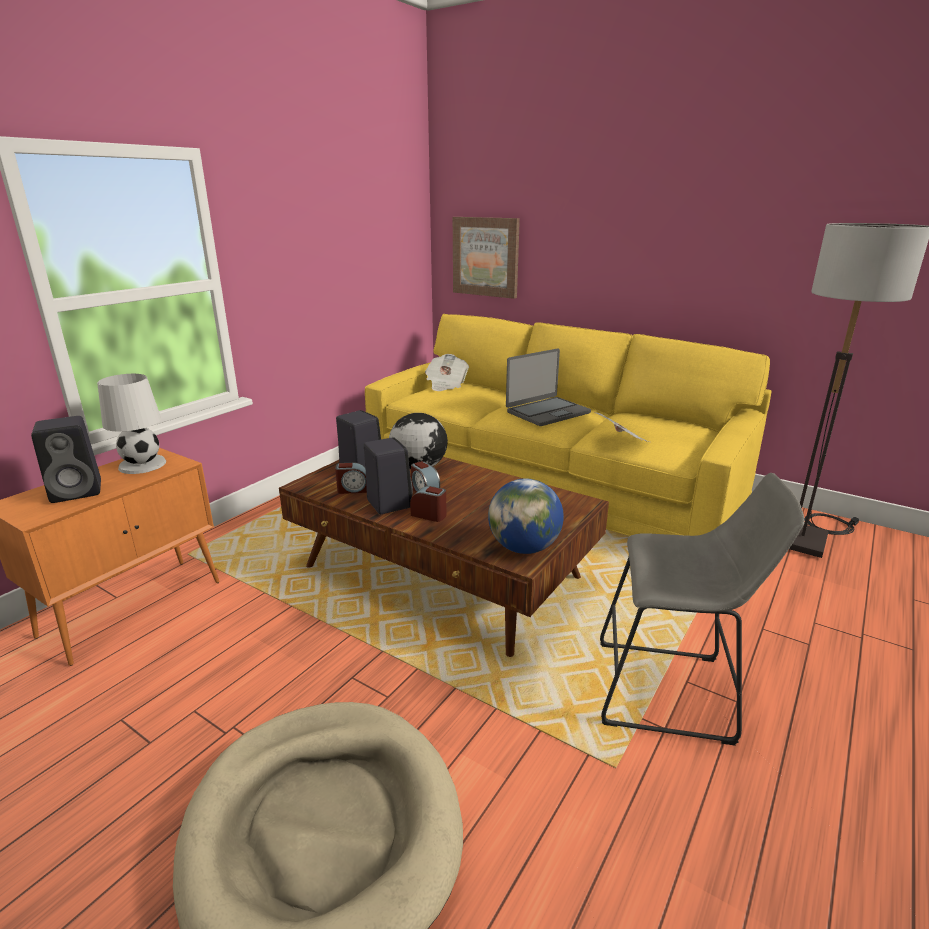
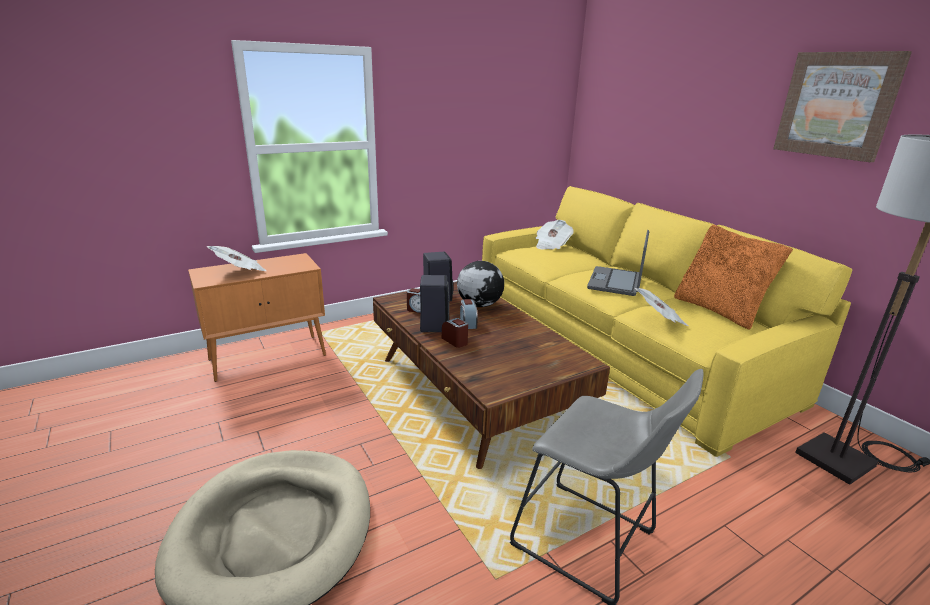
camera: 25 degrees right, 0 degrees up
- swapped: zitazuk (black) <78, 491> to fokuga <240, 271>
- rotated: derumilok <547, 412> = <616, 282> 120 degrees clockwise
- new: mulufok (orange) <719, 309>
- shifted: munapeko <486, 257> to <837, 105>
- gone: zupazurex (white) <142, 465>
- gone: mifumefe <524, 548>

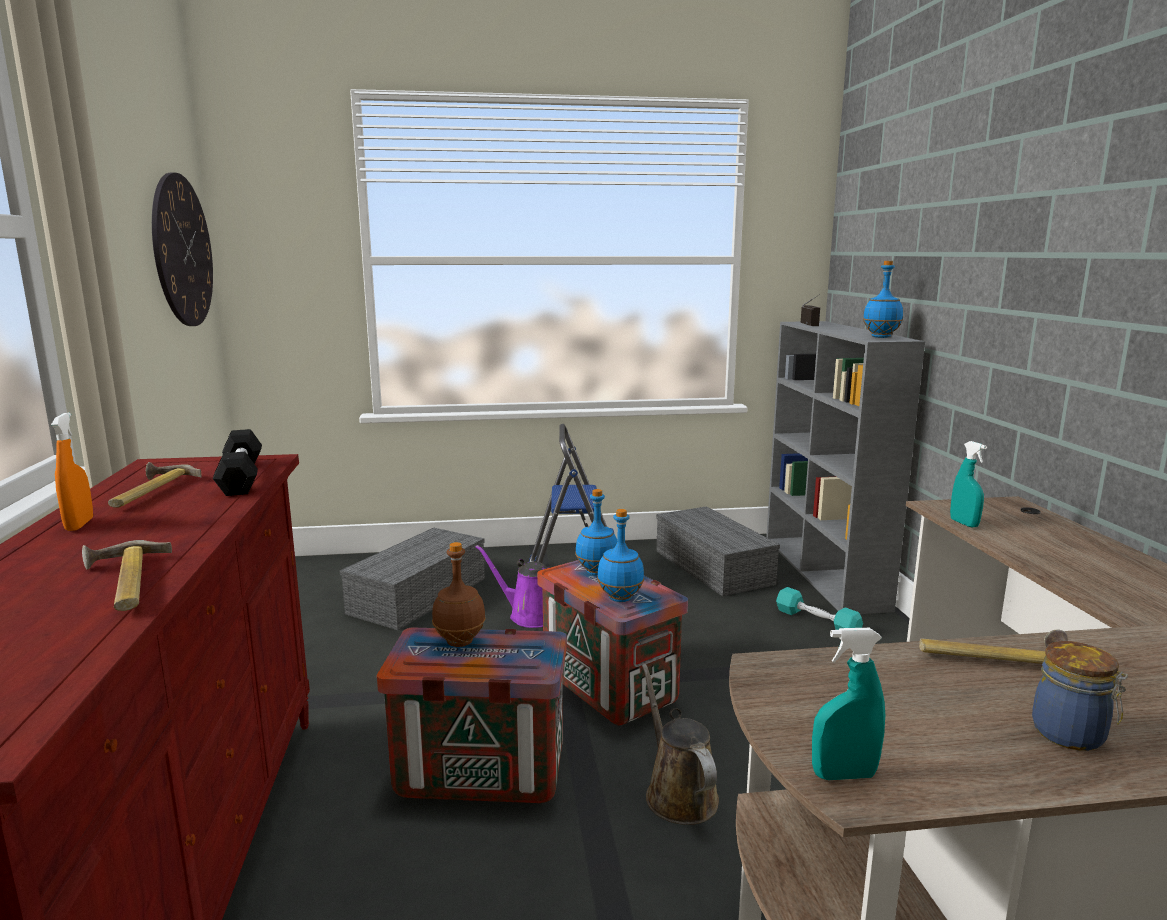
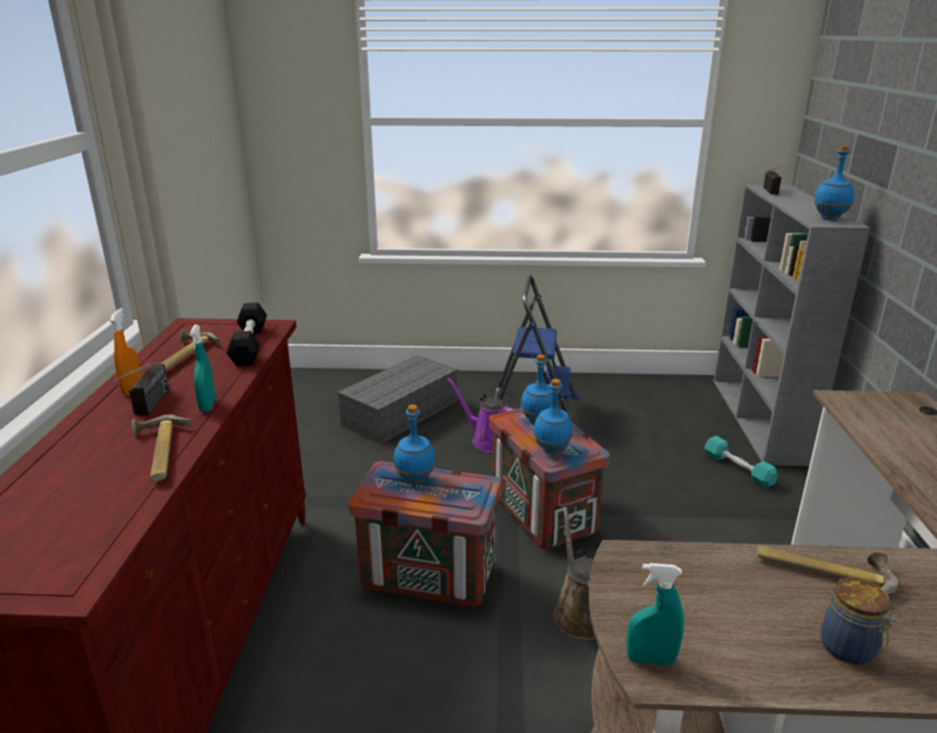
camera: 10 degrees right, 10 degrees up
- new: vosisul <148, 409>
- shifted: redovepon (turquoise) <964, 523> to <208, 406>
- repainted: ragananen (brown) <460, 642> to ragananen (blue) <415, 479>
- gone: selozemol <182, 251>
- gone: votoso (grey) <715, 567>

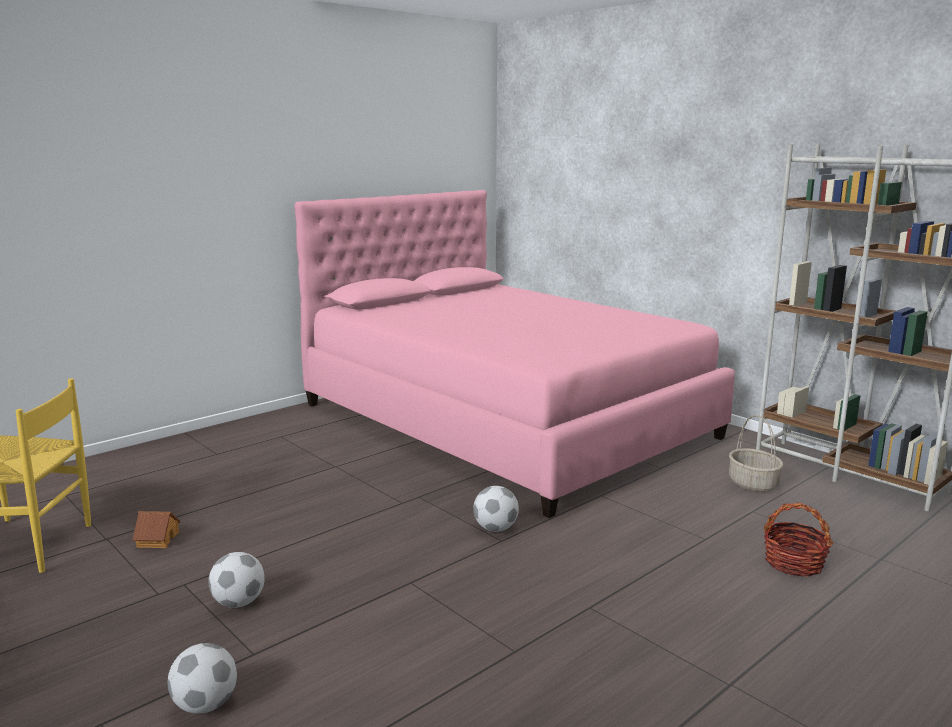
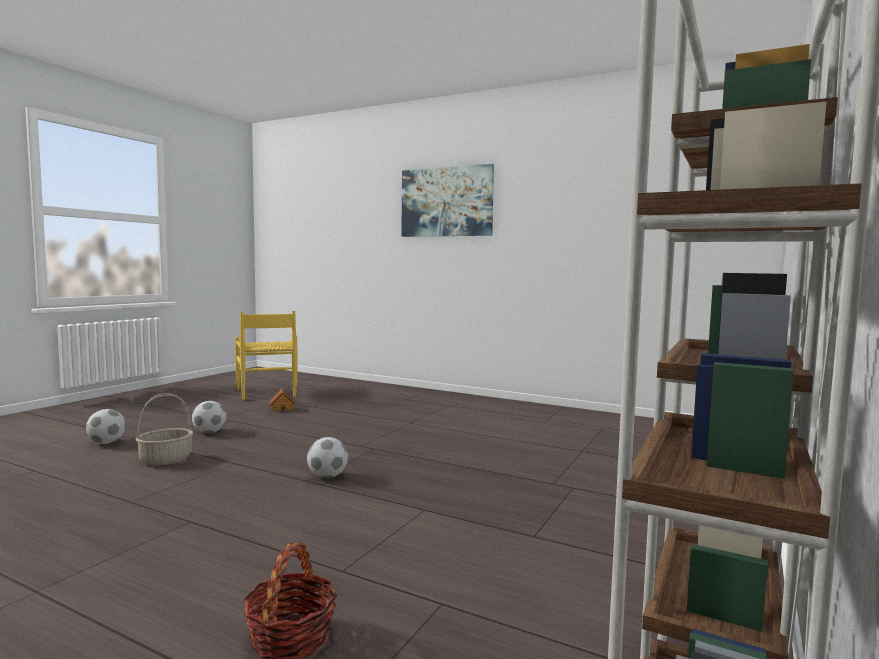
camera: 70 degrees right, 10 degrees down
- shifted: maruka <752, 484> to <166, 459>
- new: munapeko <446, 202>
- gone: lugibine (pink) <504, 420>

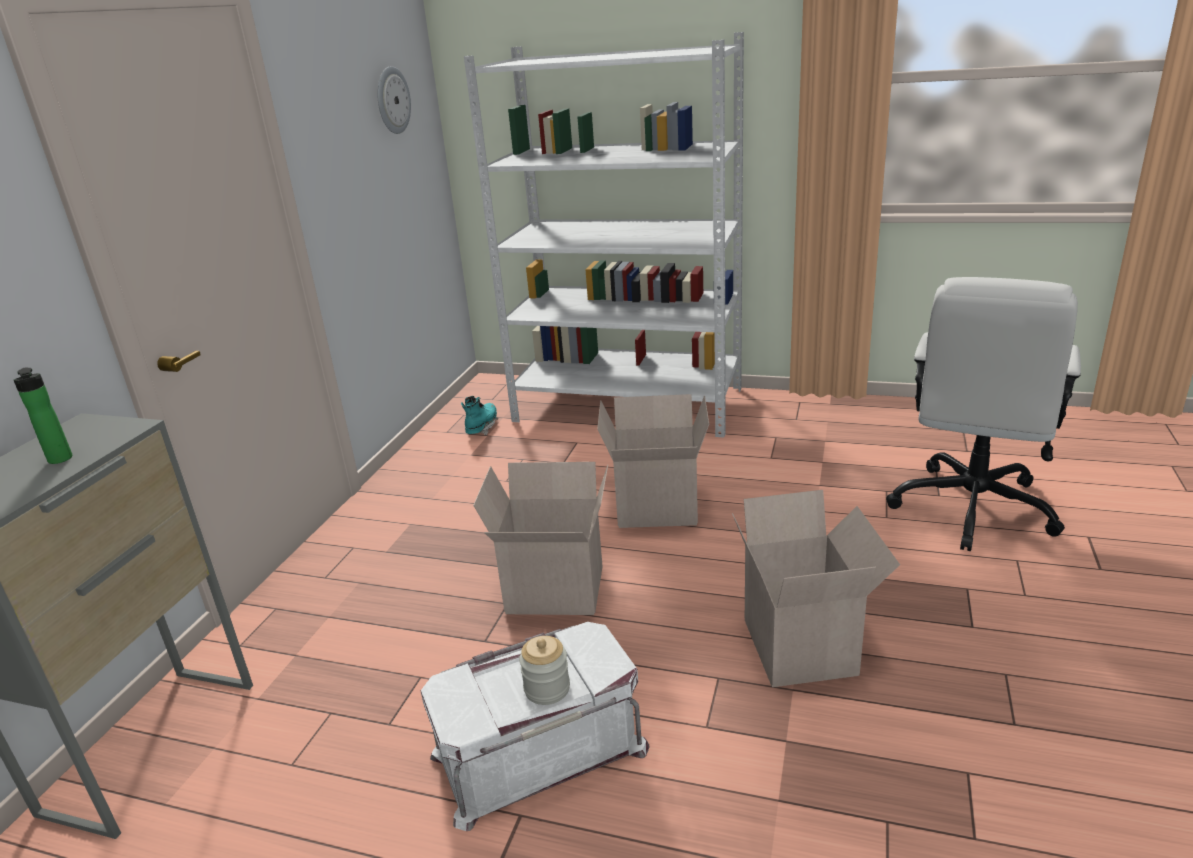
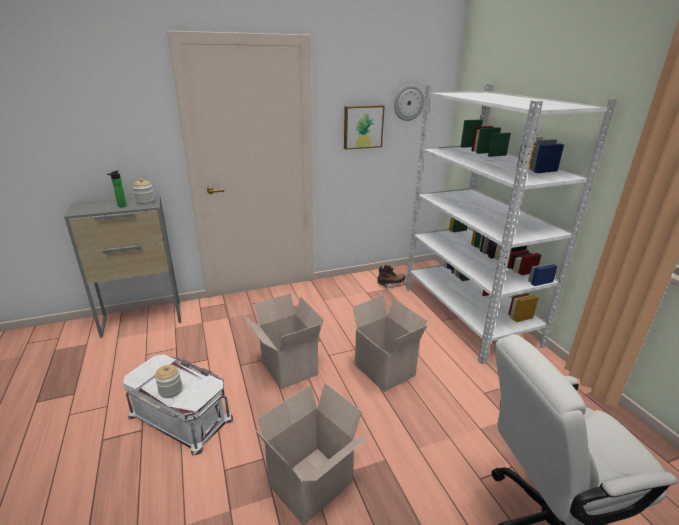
camera: 50 degrees right, 0 degrees up
- new: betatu <145, 202>
- new: munapeko <362, 126>
- repainted: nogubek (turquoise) <482, 427> to nogubek (brown) <391, 284>

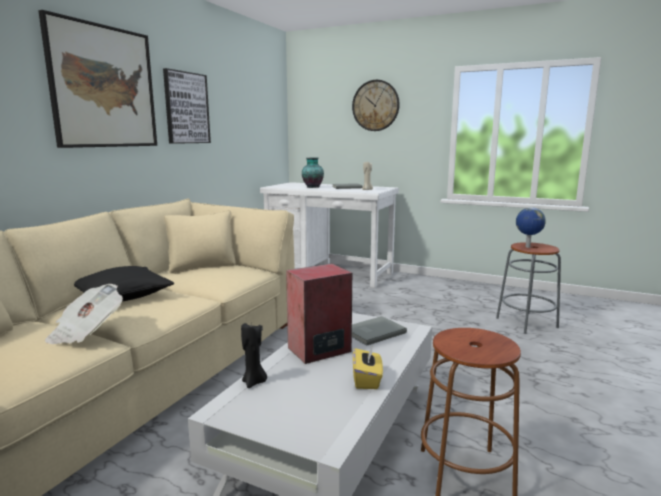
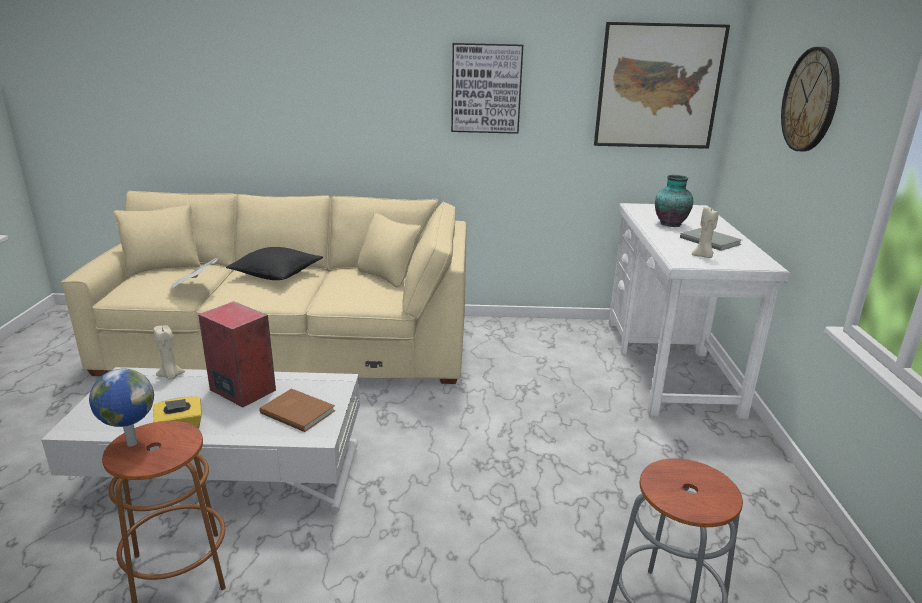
camera: 65 degrees right, 10 degrees up
- shifted: mifumefe <527, 247> to <131, 443>
- repainted: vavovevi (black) <254, 382> to vavovevi (beige) <171, 376>
- repainted: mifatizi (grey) <373, 332> to mifatizi (brown) <298, 411>
- shifted: munapeko <104, 87> to <658, 86>

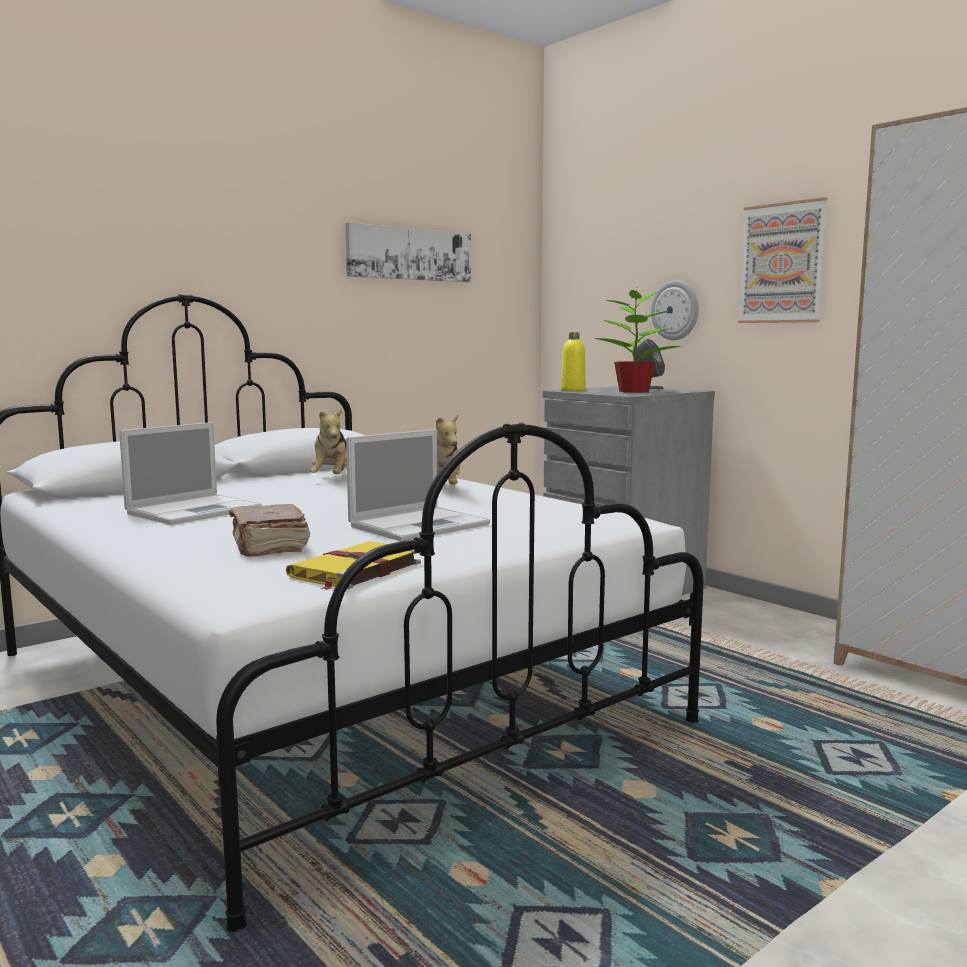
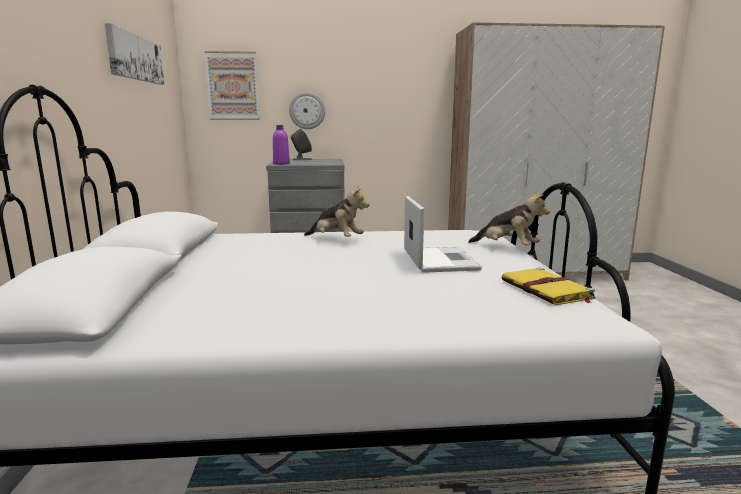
camera: 55 degrees left, 5 degrees up
- shifted: munapeko <782, 263> to <233, 86>
- repainted: ragananen (yellow) <573, 390> to ragananen (purple) <281, 164>
- shifted: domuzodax <334, 478> to <507, 247>
- gone: derumilok <196, 510>
- gone: mifatizi (brown) <268, 546>
- gone: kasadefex <634, 391>

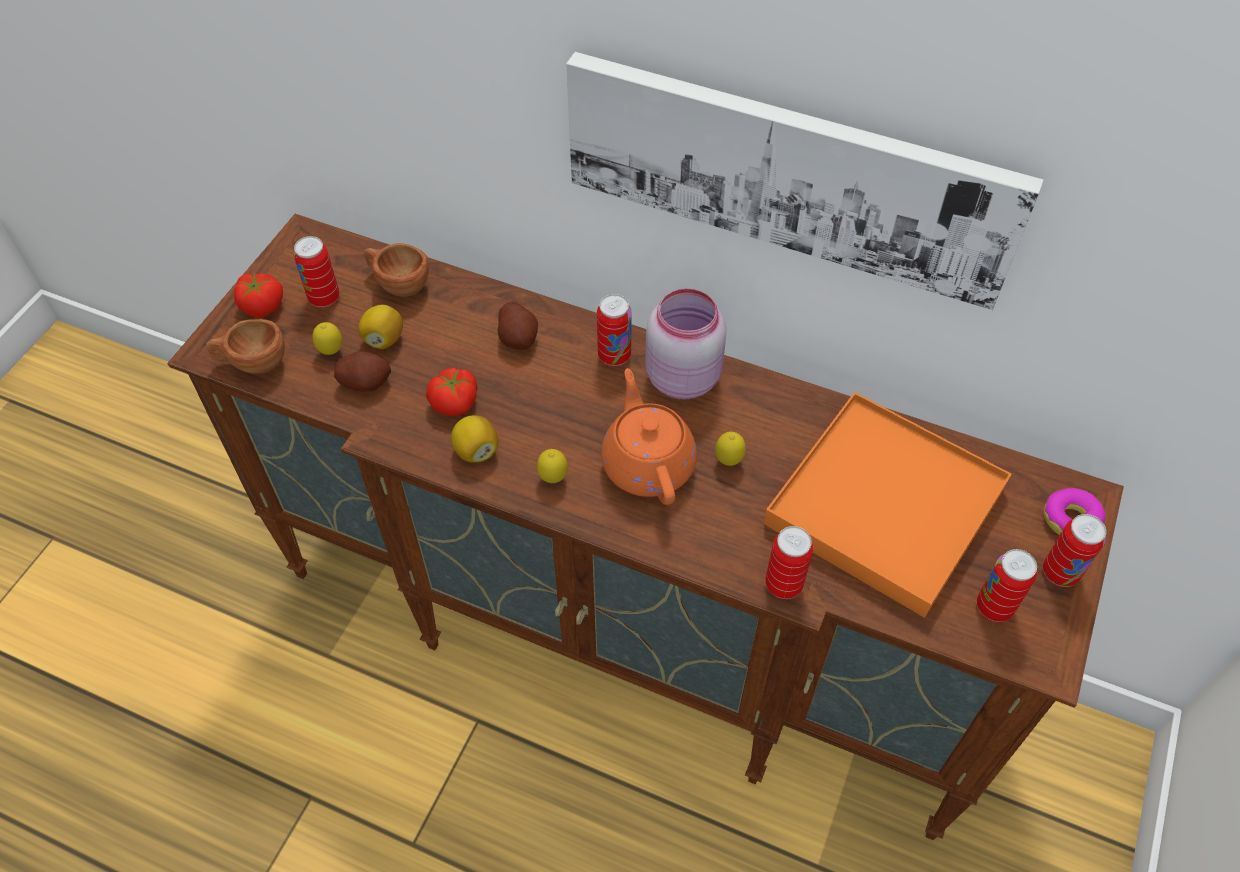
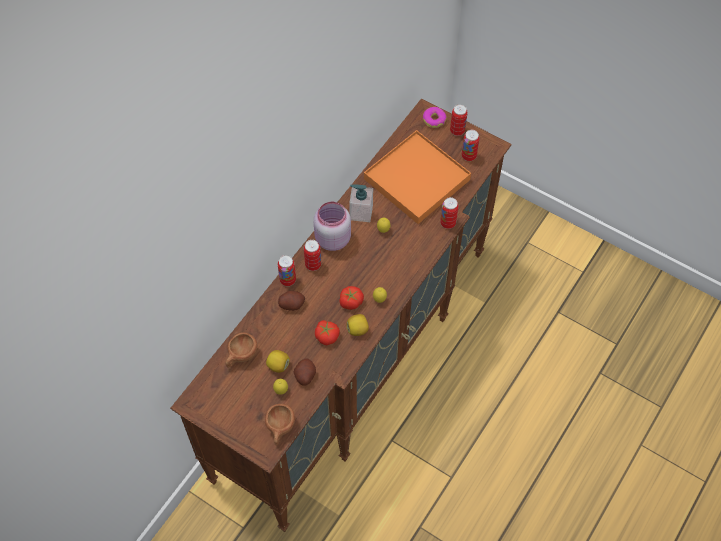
camera: 80 degrees left, 5 degrees up
- shifted: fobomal <324, 298> to <287, 280>
- shifted: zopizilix <262, 305> to <350, 301>
- new: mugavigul <361, 212>
- gone: munapeko <788, 174>
- gone: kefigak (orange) <647, 463>

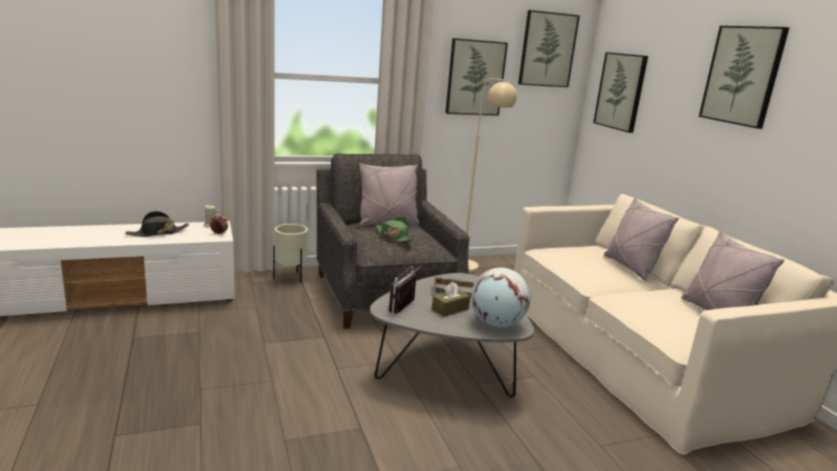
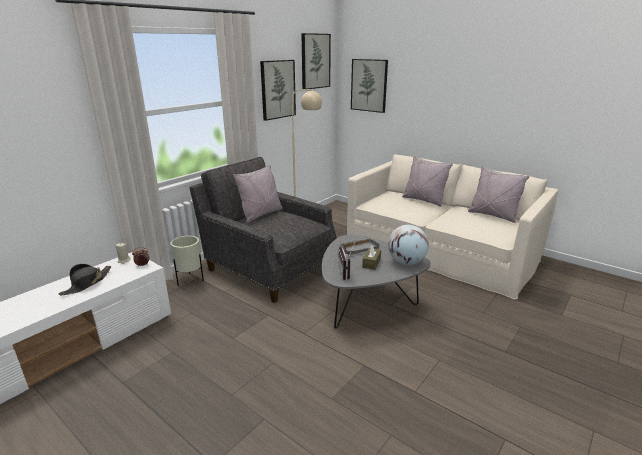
camera: 30 degrees left, 5 degrees up
- gone: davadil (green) <394, 236>
- gone: munapeko <742, 75>

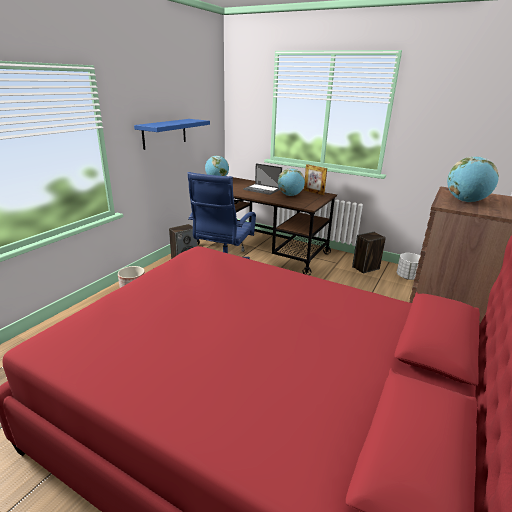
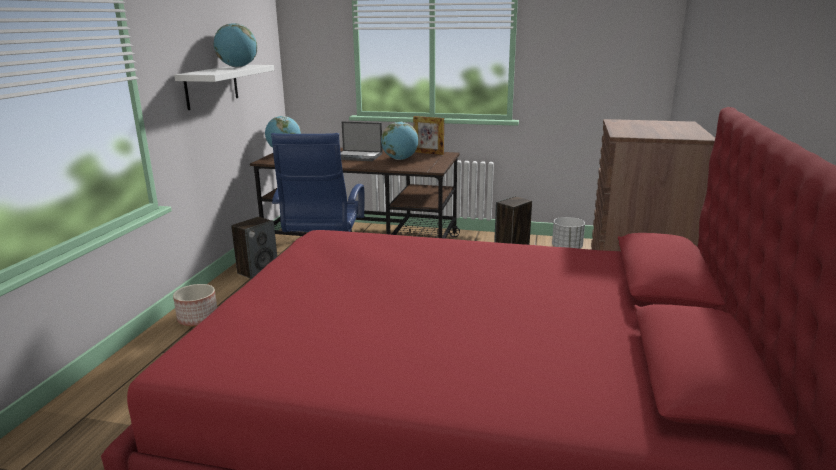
camera: 15 degrees left, 5 degrees down
- repainted: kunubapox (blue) <164, 133> to kunubapox (white) <212, 86>
- shifted: mifumefe <466, 201> to <238, 67>

